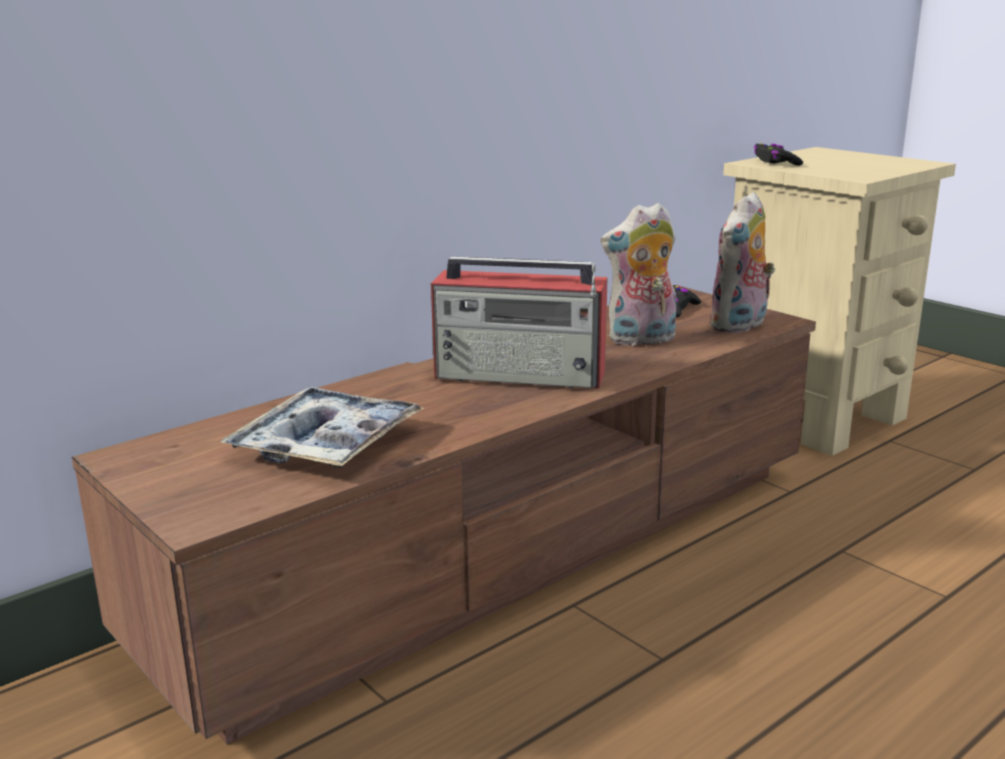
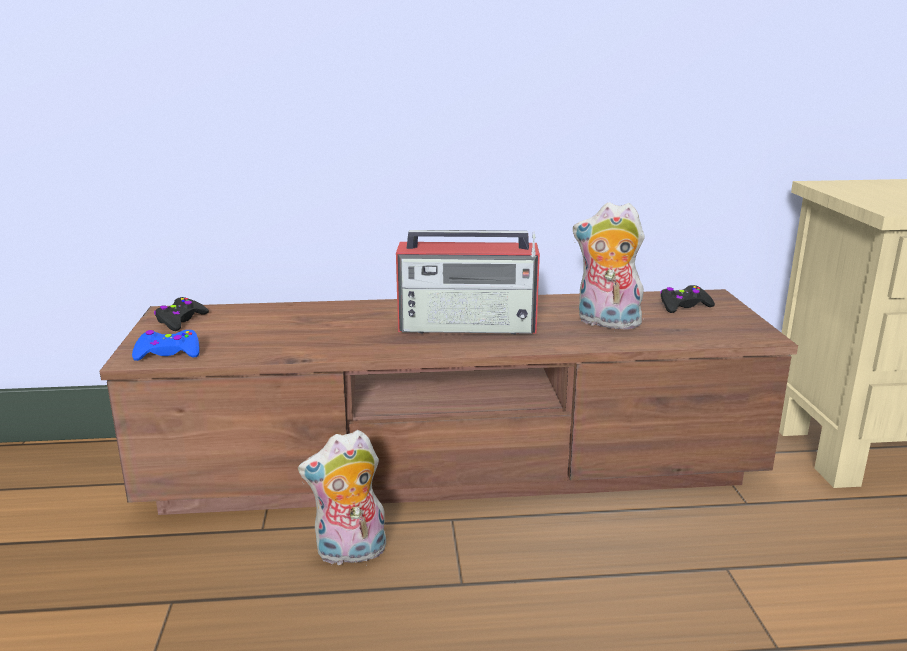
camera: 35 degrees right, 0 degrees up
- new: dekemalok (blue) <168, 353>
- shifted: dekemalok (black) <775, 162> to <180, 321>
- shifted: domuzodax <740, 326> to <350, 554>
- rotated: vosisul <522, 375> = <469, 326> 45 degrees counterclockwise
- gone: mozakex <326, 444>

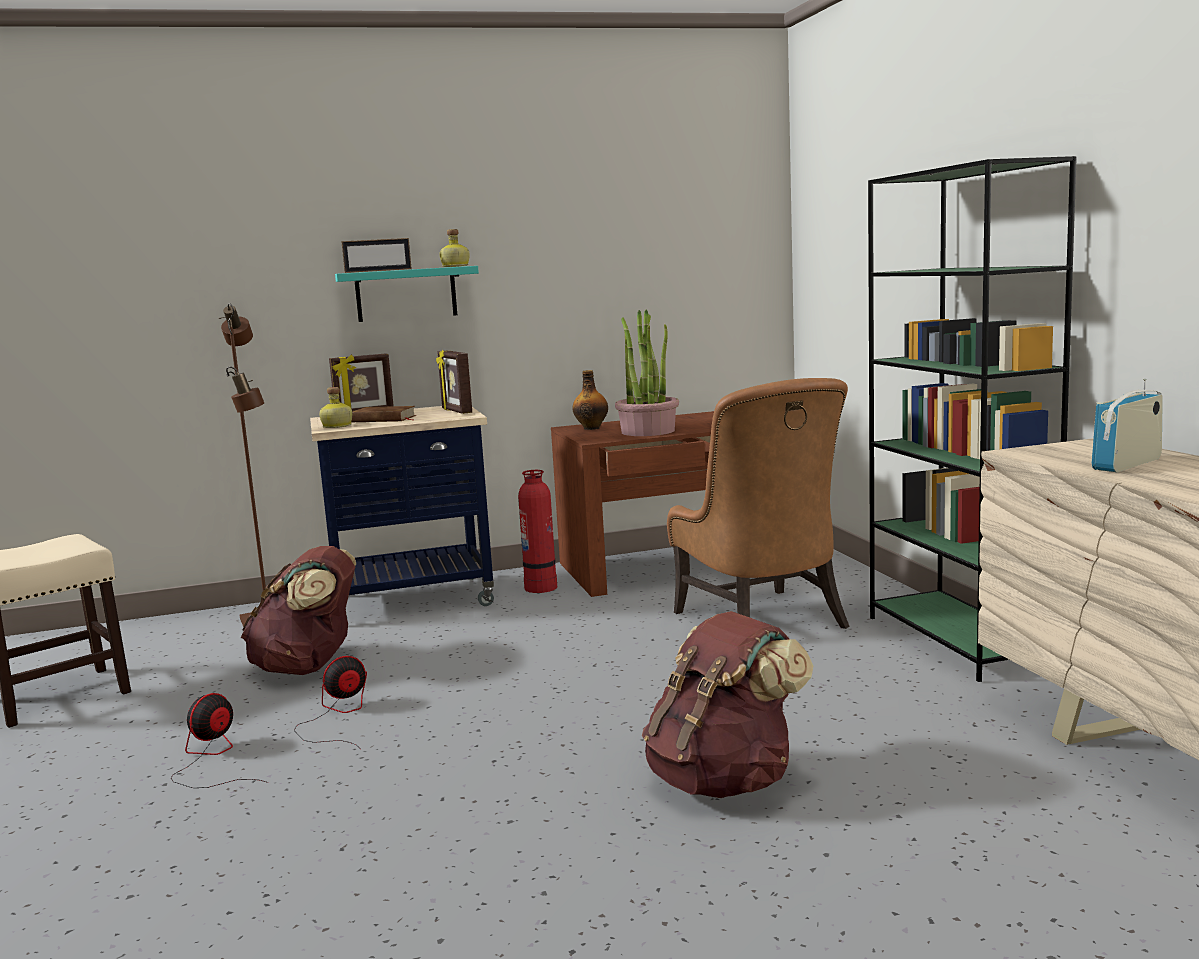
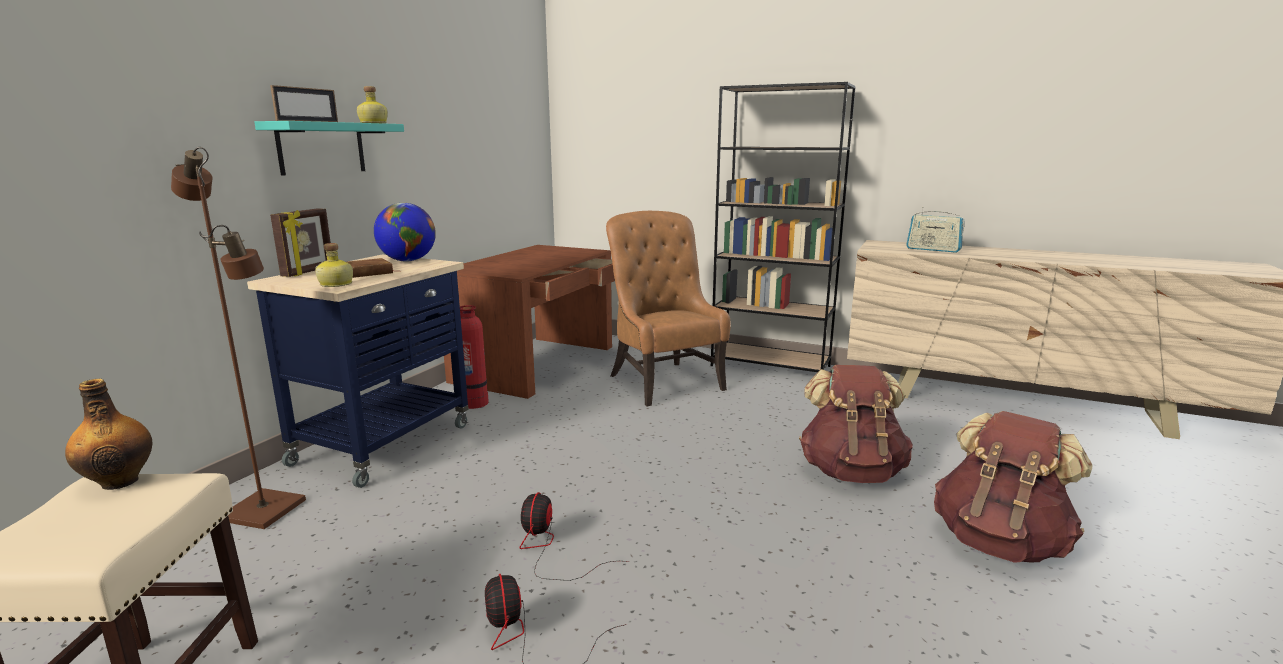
camera: 50 degrees left, 5 degrees up
- shifted: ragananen <591, 428> to <120, 481>
- swapped: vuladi <456, 411> to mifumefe <408, 261>
- rotated: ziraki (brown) <762, 620> = <664, 382> 135 degrees counterclockwise
- repainted: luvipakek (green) <959, 641> to luvipakek (beige) <771, 366>
- rotated: vosisul <1126, 464> = <933, 249> 60 degrees counterclockwise
- shifted: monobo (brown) <309, 667> to <999, 542>
- gone: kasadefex <648, 431>

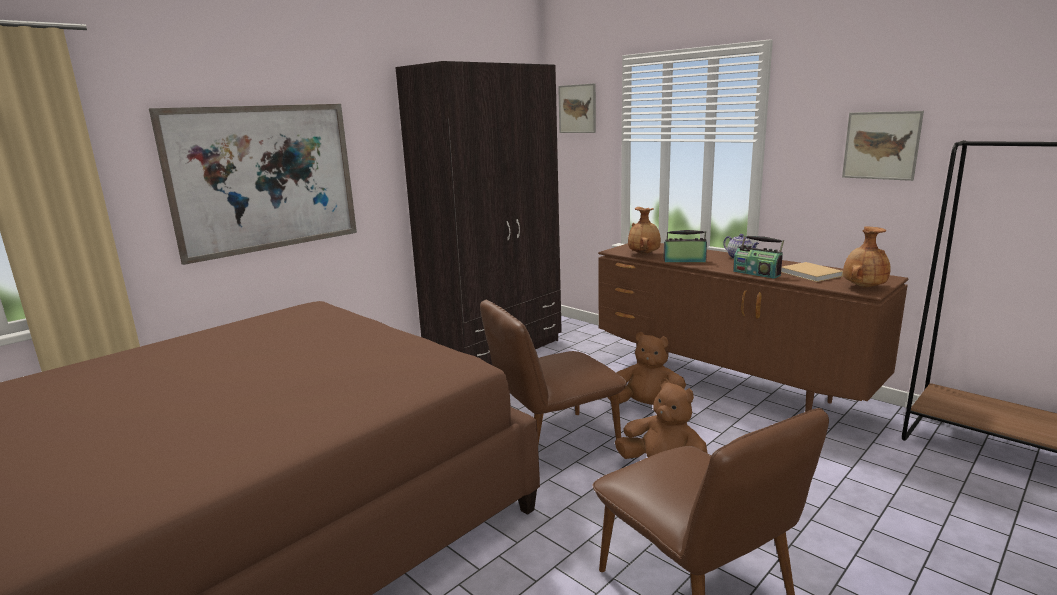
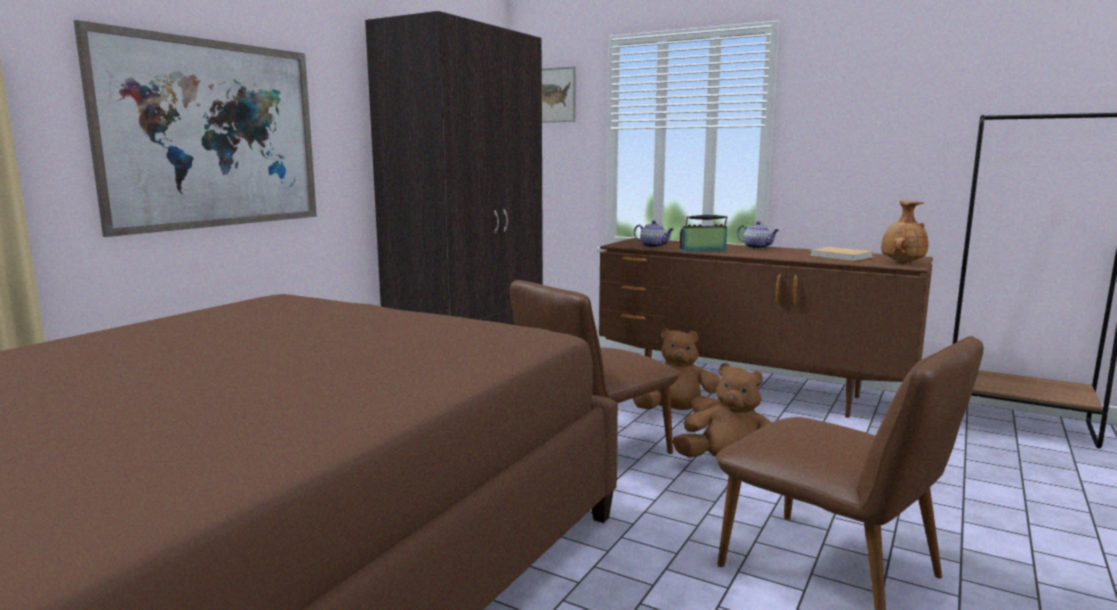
camera: 15 degrees left, 5 degrees down
- swapped: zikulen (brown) <644, 254> to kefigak <653, 246>
- gone: vosisul <757, 273>
- gone: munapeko <881, 145>

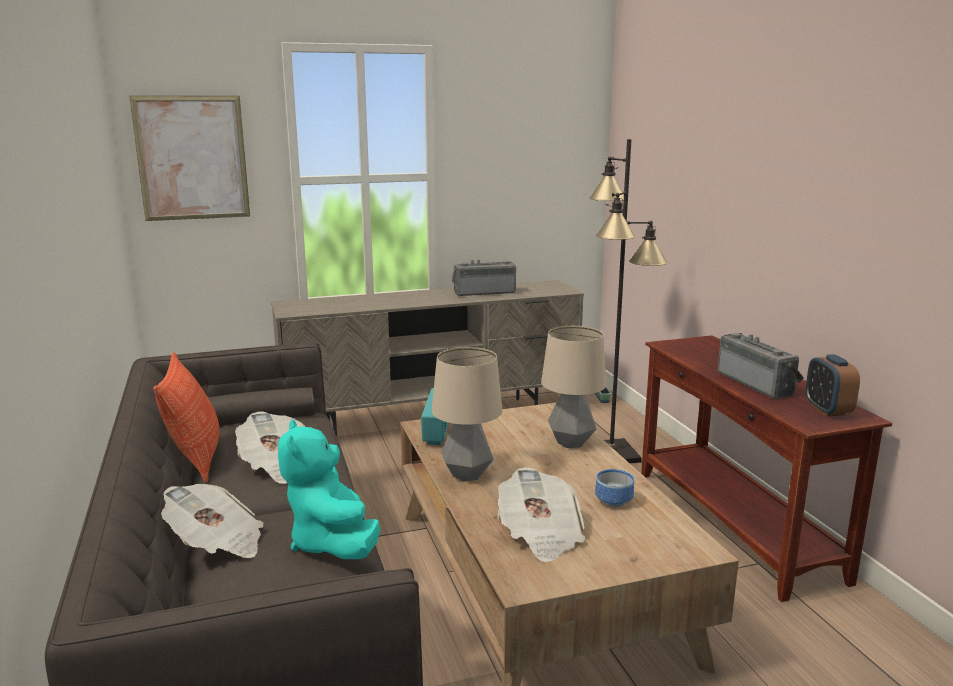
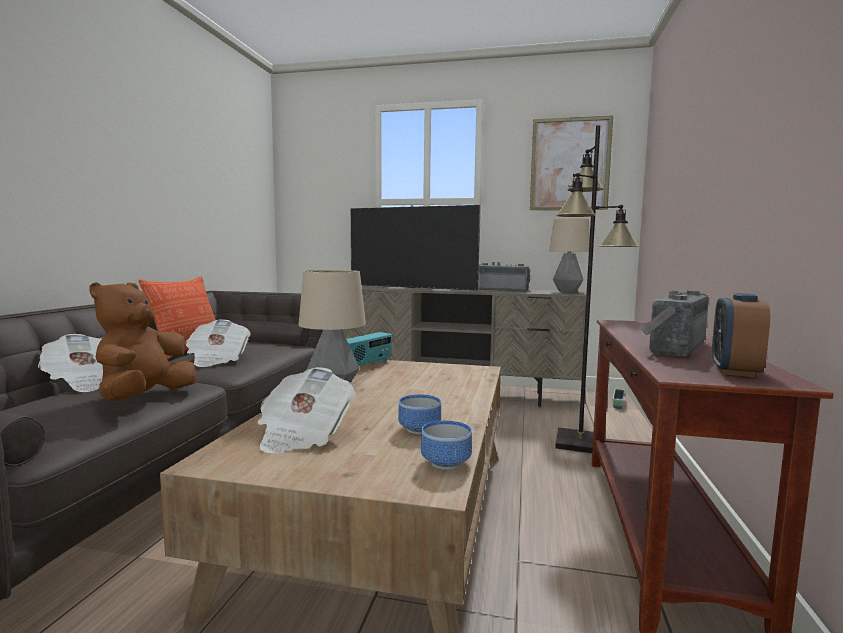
camera: 30 degrees right, 10 degrees down
- repainted: domuzodax (turquoise) <332, 543> to domuzodax (brown) <144, 398>
- new: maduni <411, 288>
- new: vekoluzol <446, 464>
- shifted: munapeko <192, 158> to <570, 164>
- shifted: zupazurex <570, 442> to <567, 292>
- rotated: vosisul <758, 383> = <671, 347> 150 degrees counterclockwise

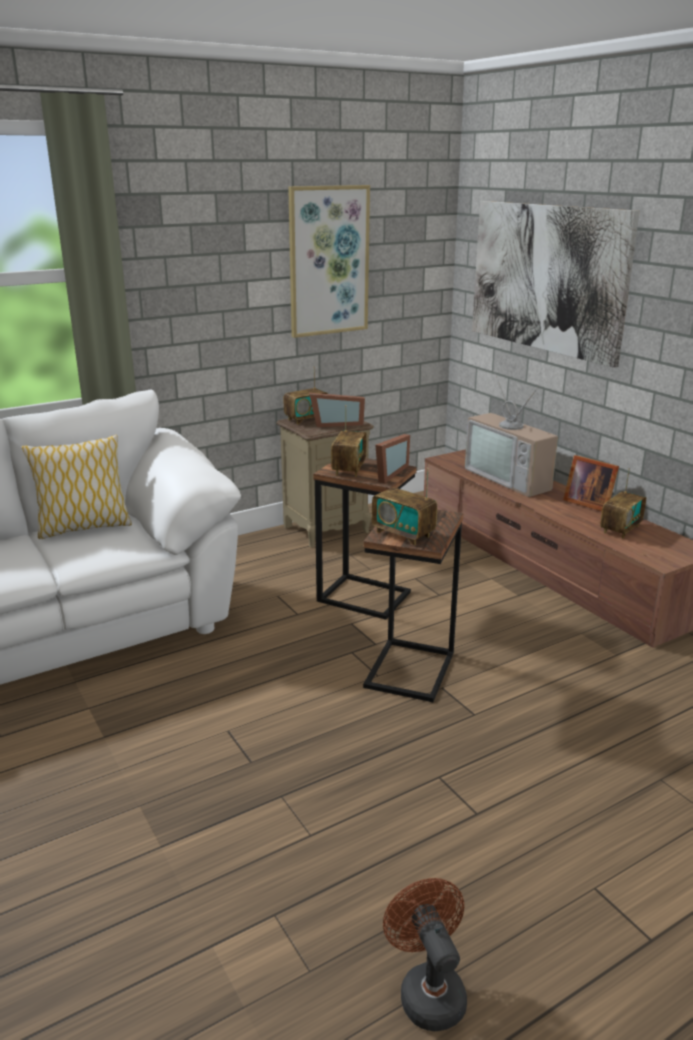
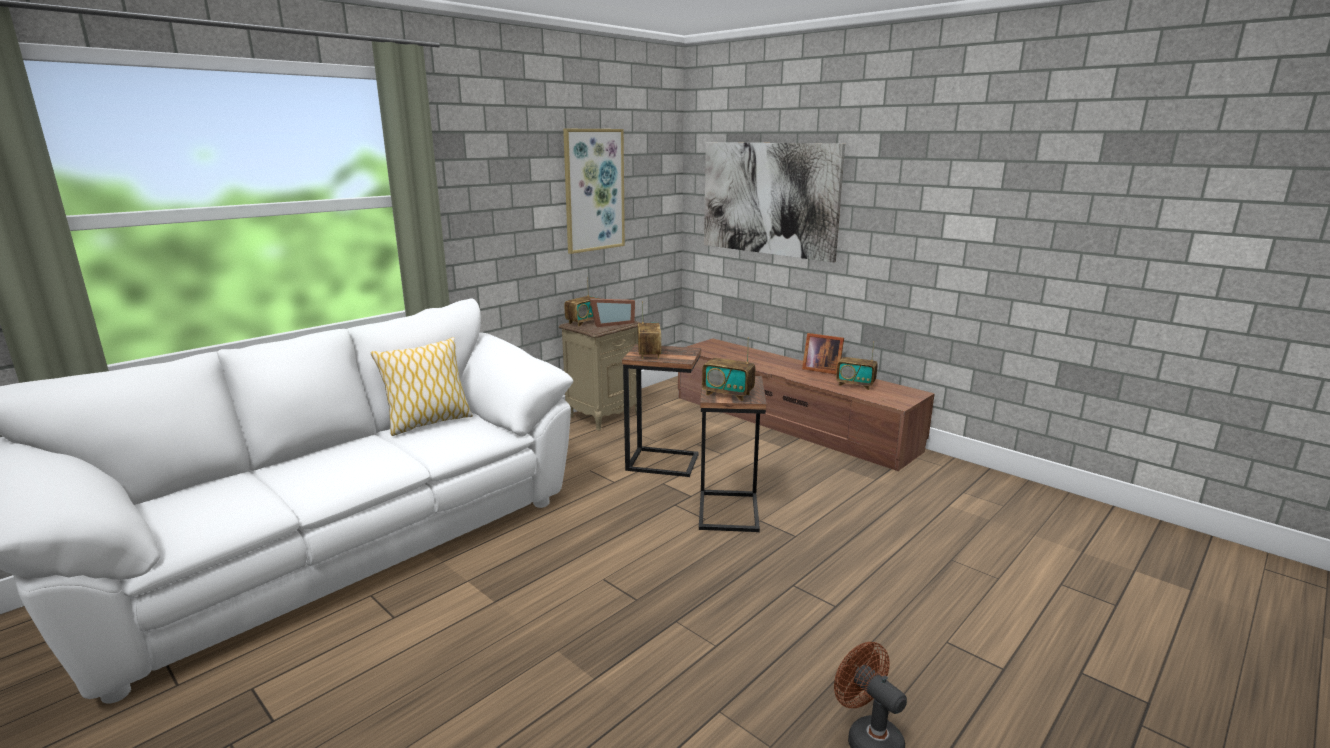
camera: 15 degrees left, 5 degrees down
- rotated: vosisul <620, 529> = <855, 385> 90 degrees clockwise
- gone: vuladi <387, 473>
- gone: maduni <512, 478>

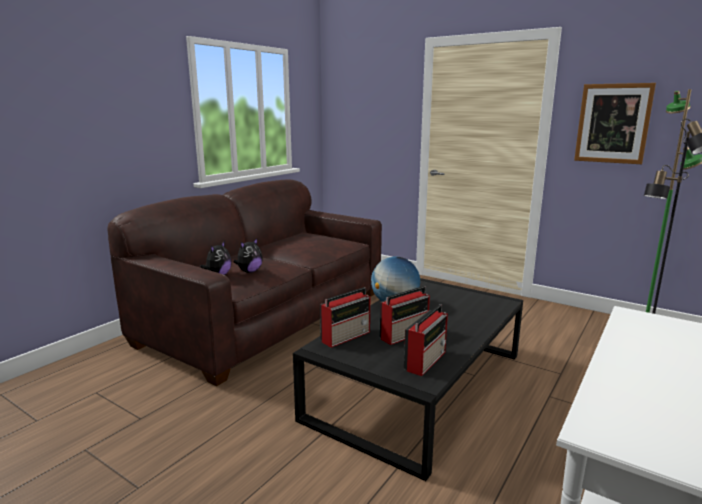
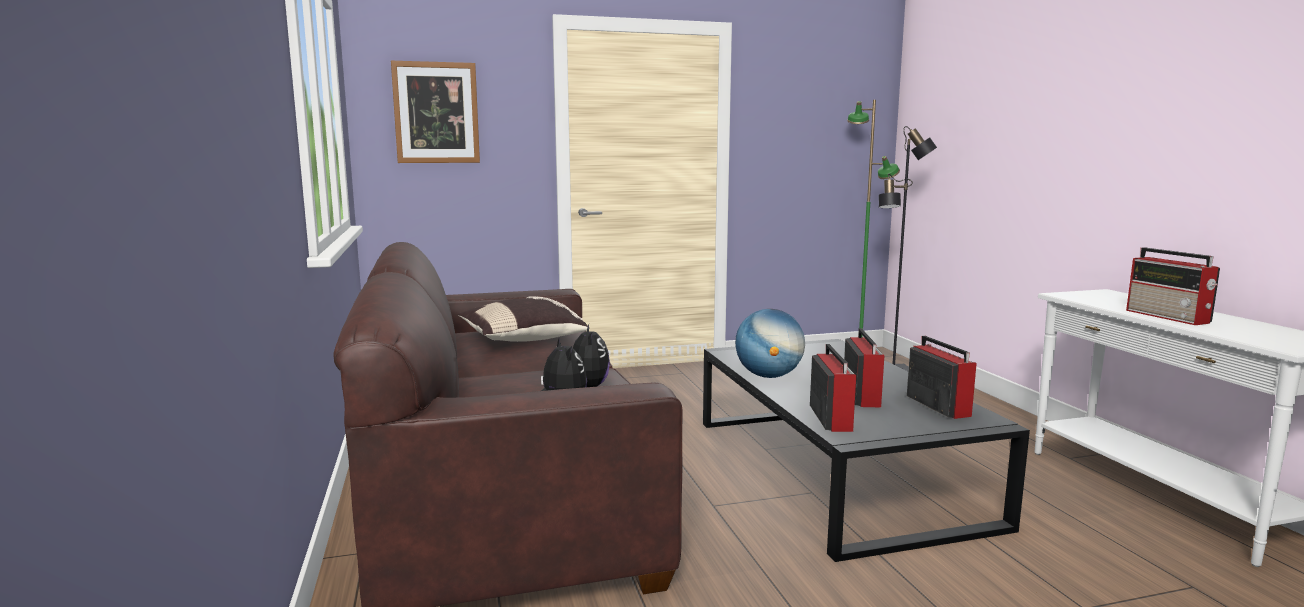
camera: 50 degrees left, 5 degrees down
- shifted: munapeko <613, 123> to <436, 113>
- new: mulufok <522, 338>
- new: vosisul <1169, 317>

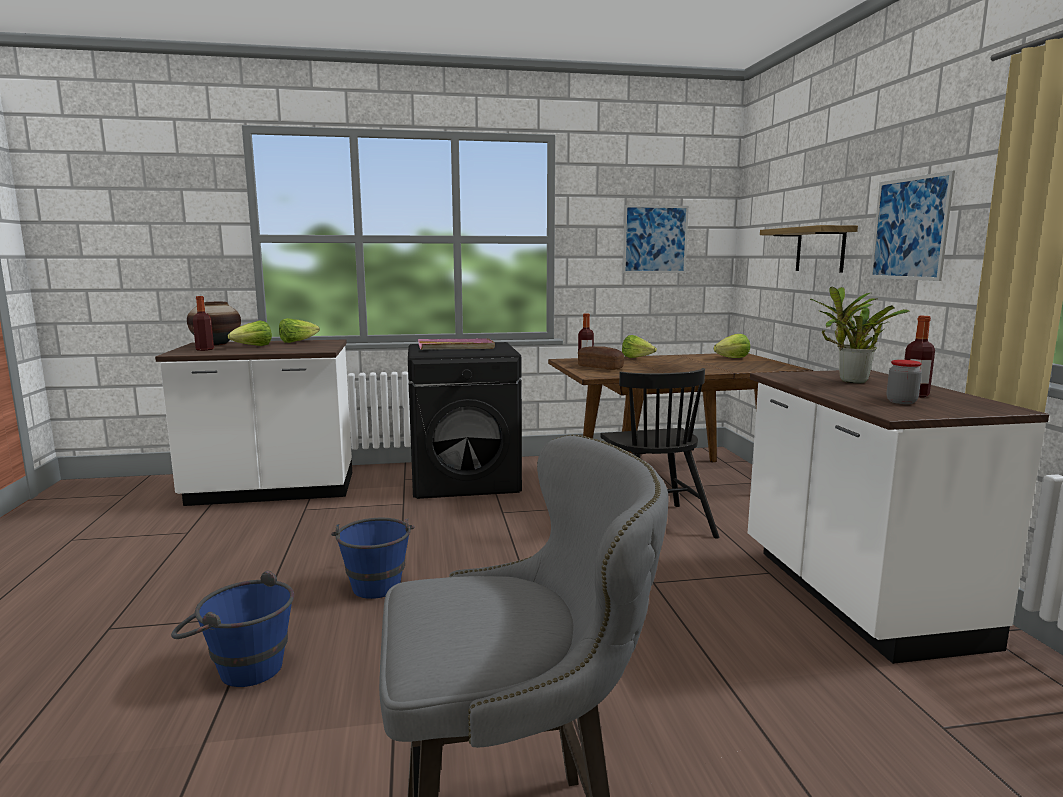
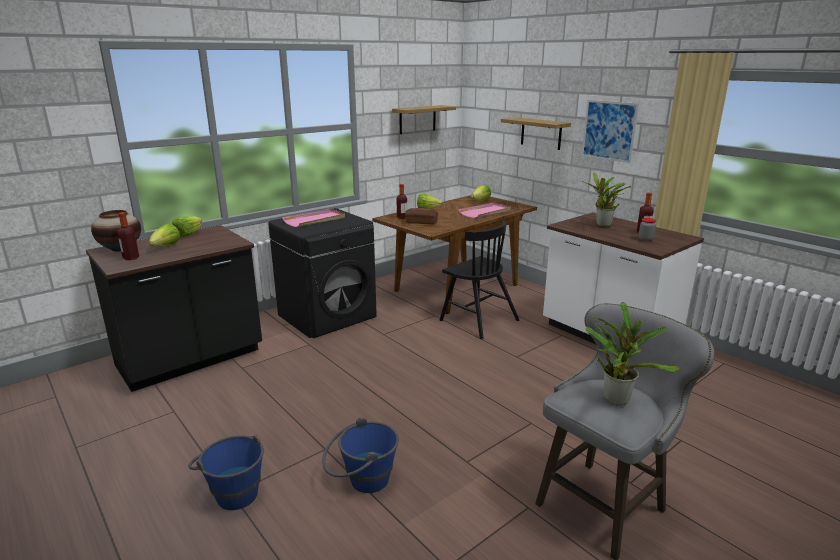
camera: 30 degrees left, 10 degrees up
- repainted: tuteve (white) <271, 491> to tuteve (black) <191, 360>
- shifted: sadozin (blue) <376, 582> to <233, 491>
- swapped: munapeko <655, 239> to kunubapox <417, 119>
- new: mozakex (pink) <485, 212>
- new: kasadefex <616, 397>

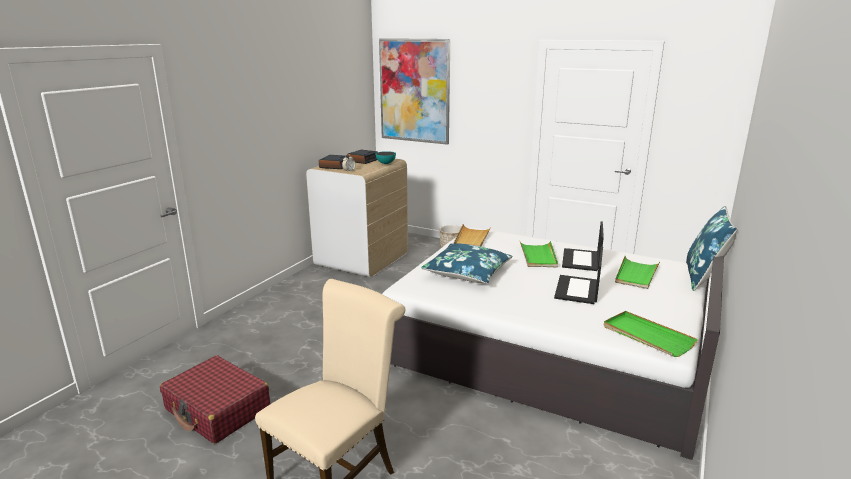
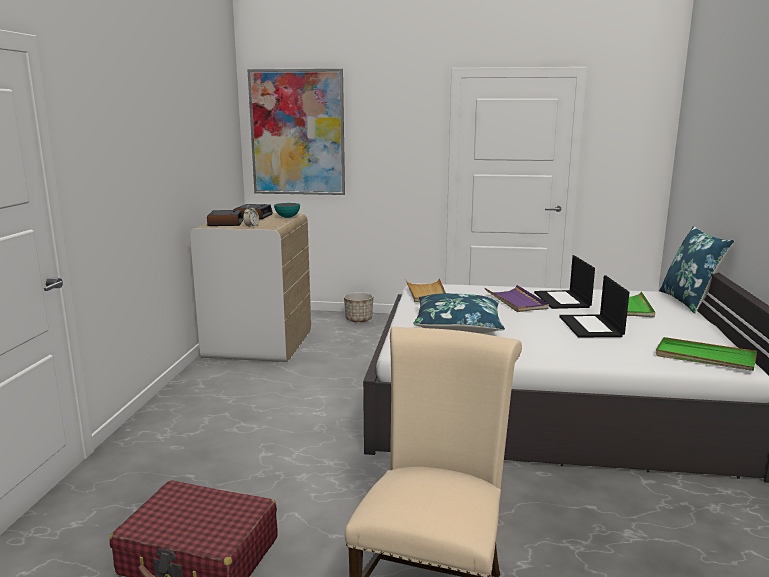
camera: 20 degrees left, 5 degrees down
- repainted: mozakex (green) <538, 256> to mozakex (purple) <516, 301>

